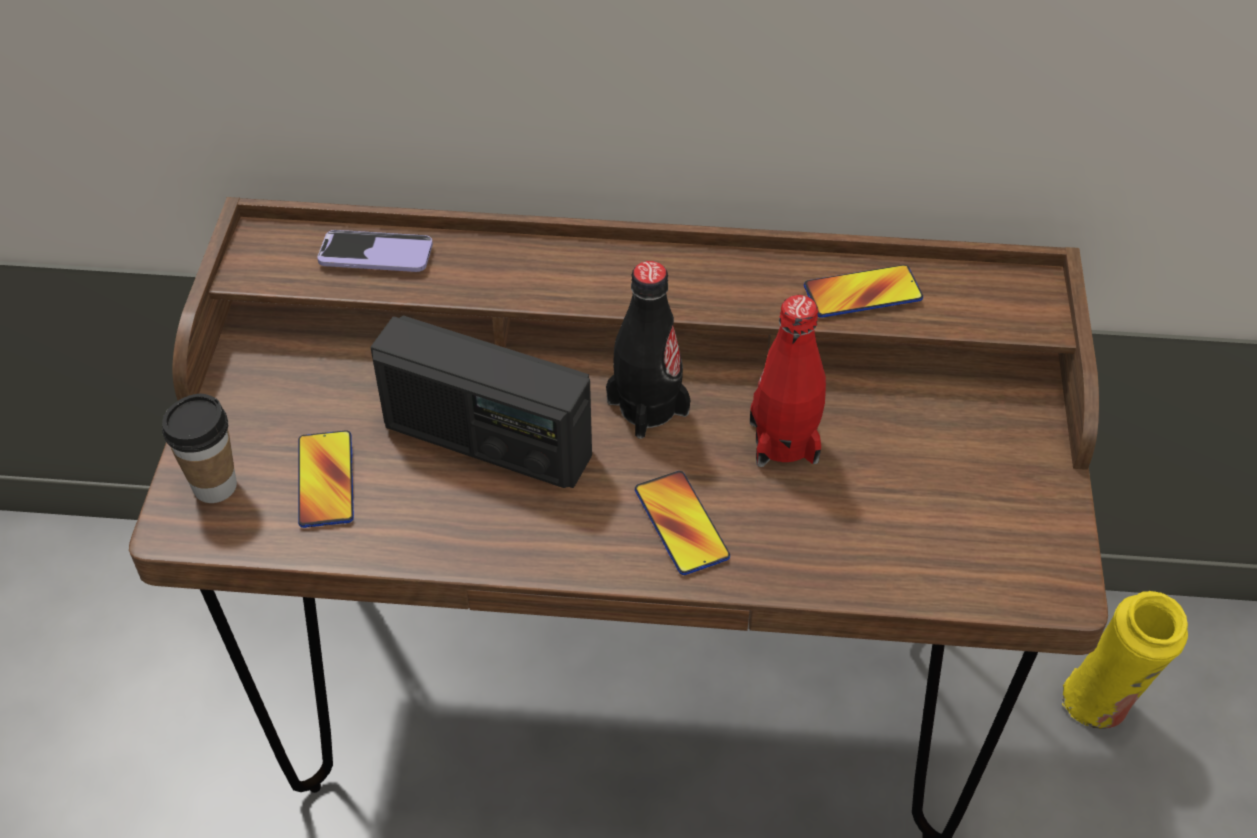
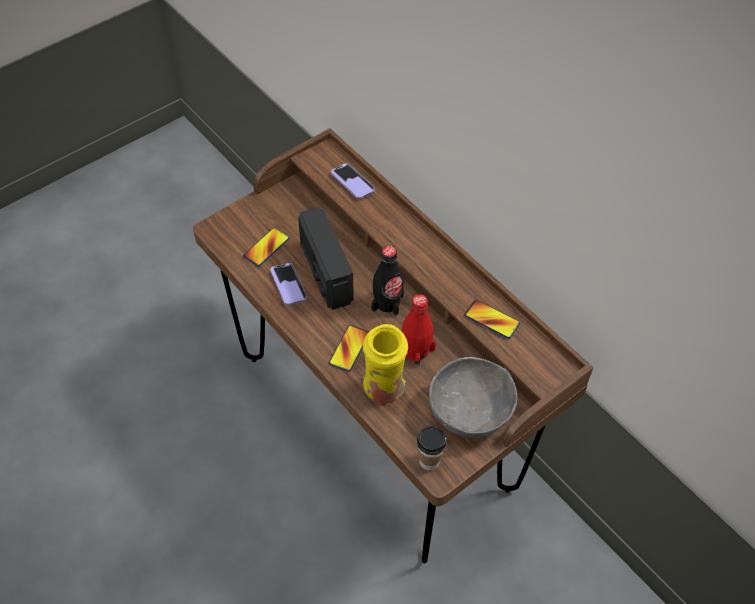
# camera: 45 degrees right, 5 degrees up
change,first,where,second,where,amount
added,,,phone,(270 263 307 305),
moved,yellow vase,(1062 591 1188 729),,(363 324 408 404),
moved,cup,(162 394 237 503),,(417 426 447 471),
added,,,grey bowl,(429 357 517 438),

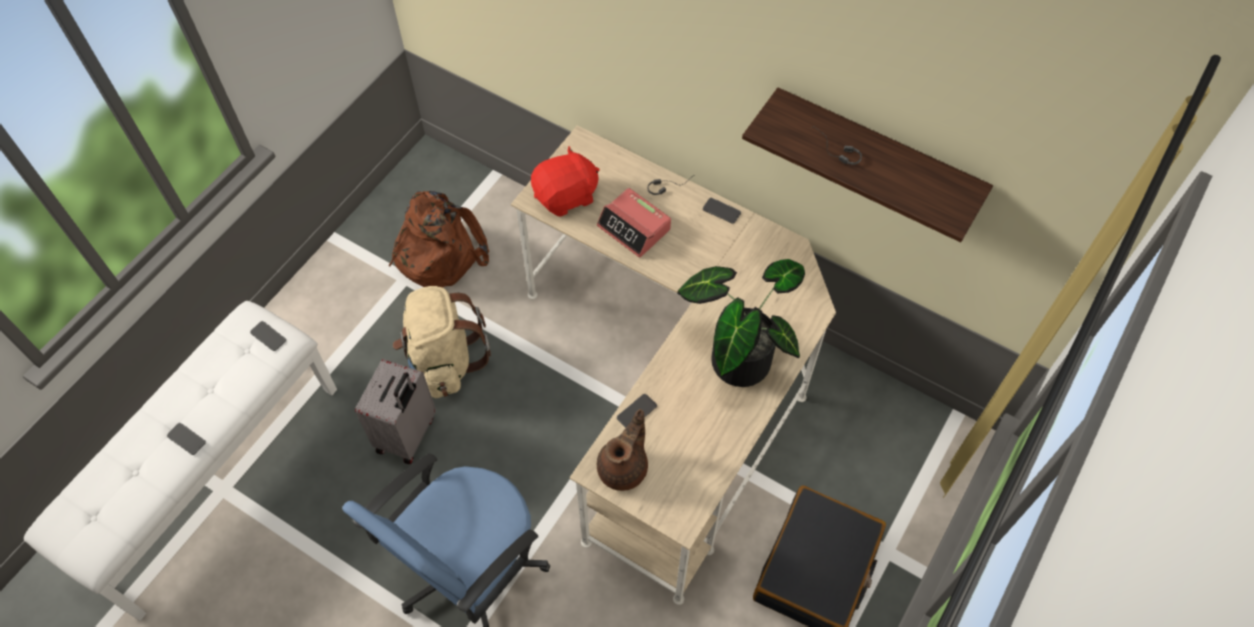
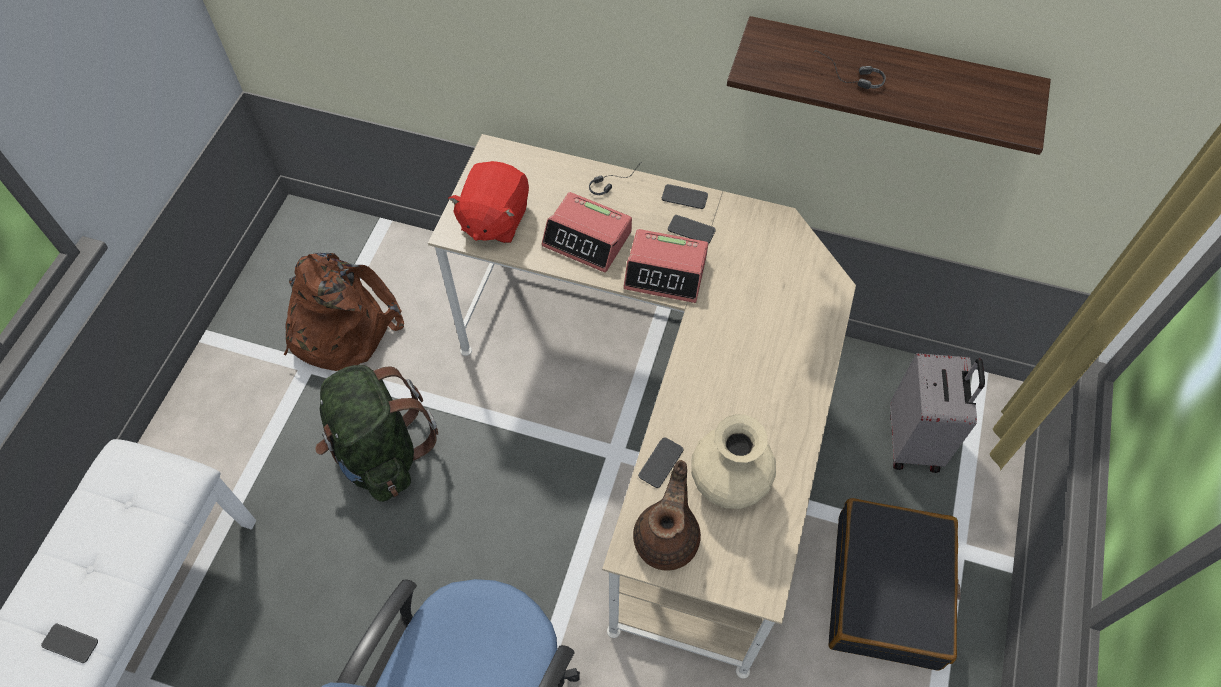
# camera: 15 degrees left, 0 degrees up
change,first,where,second,where,amount
recoloured,beige backpack,(393 286 491 398),green backpack,(315 365 438 502),
turned,red plush toy,(531 146 599 217),,(448 161 529 243),150 degrees clockwise
added,,,alarm clock,(623 229 708 303),
moved,phone,(250 321 286 351),,(668 215 716 244),
added,,,beige vase,(691 414 776 509),
moved,grey suitcase,(355 359 436 464),,(890 353 985 473),
removed,potted plant,(677 259 805 387),,,

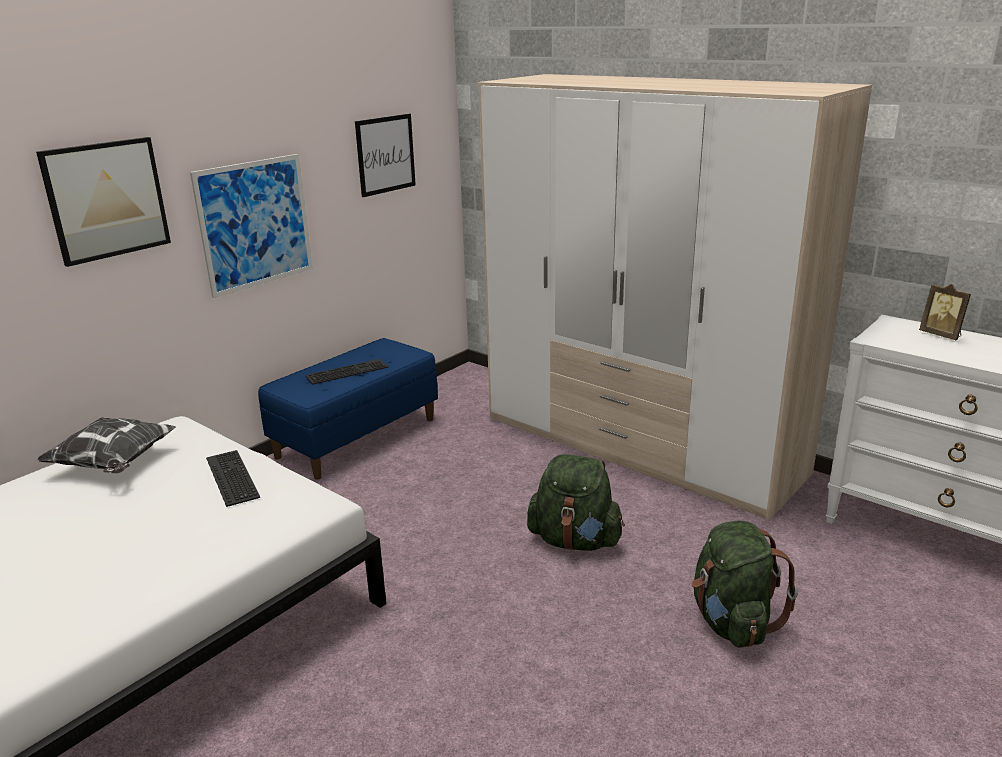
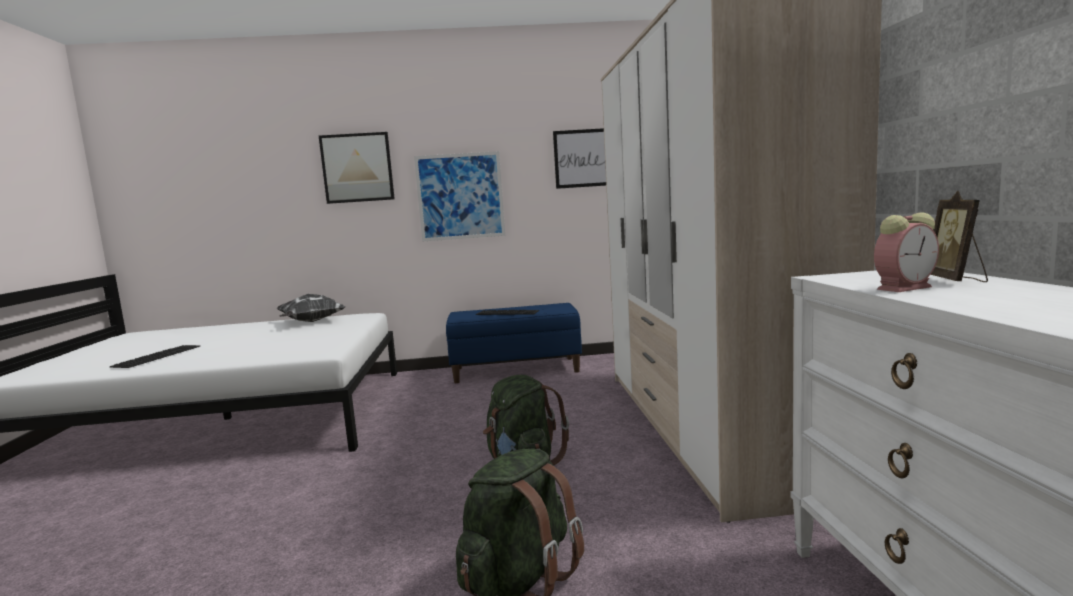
# camera: 45 degrees right, 15 degrees down
change,first,where,second,where,amount
moved,keyboard,(206 450 260 507),,(110 345 200 368),
added,,,alarm clock,(874 212 939 292),

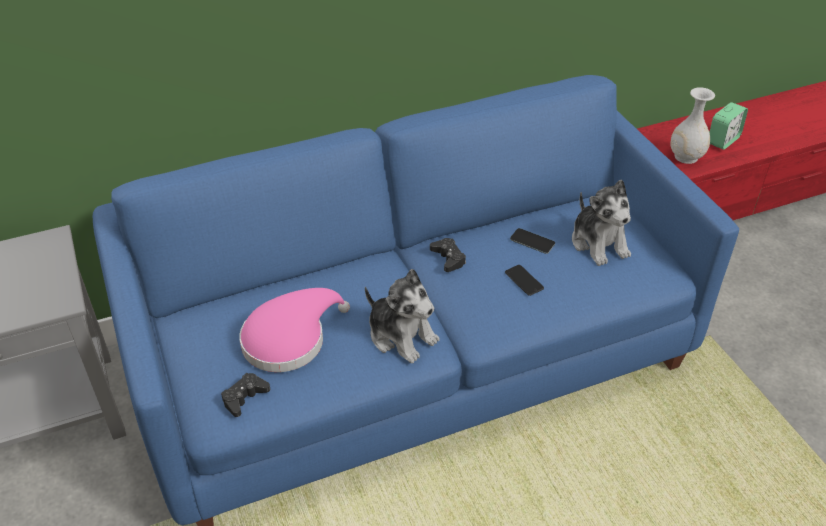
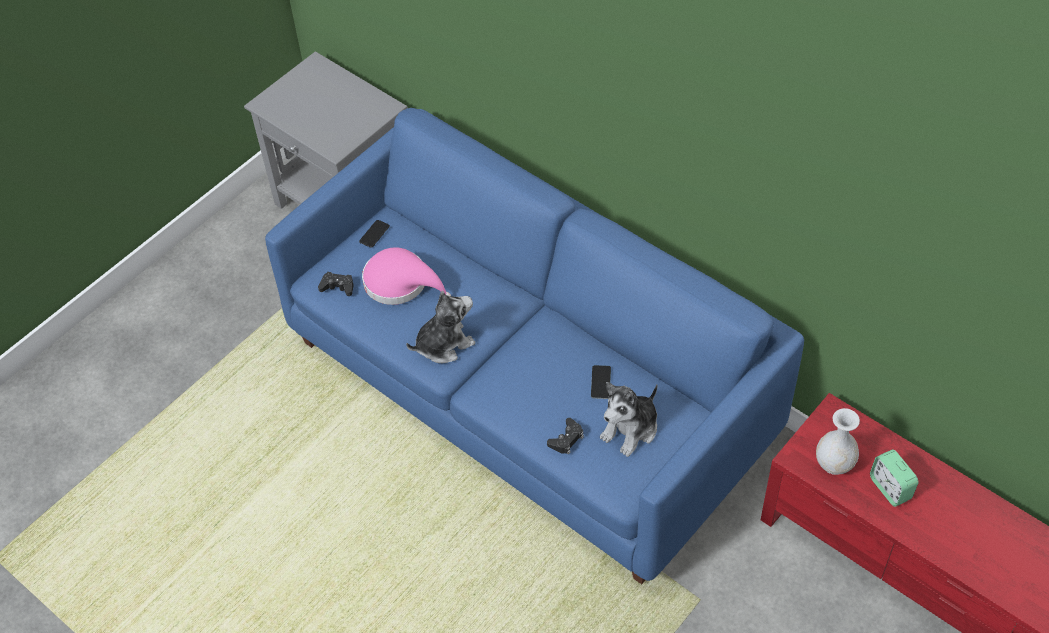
# camera: 65 degrees right, 10 degrees up
change,first,where,second,where,amount
moved,phone,(505 265 544 296),,(359 220 390 248),
turned,plush toy,(365 269 440 364),,(406 291 475 363),135 degrees counterclockwise
moved,black game controller,(430 238 466 272),,(547 418 584 454),
turned,alarm clock,(709 102 748 150),,(870 449 918 507),45 degrees clockwise

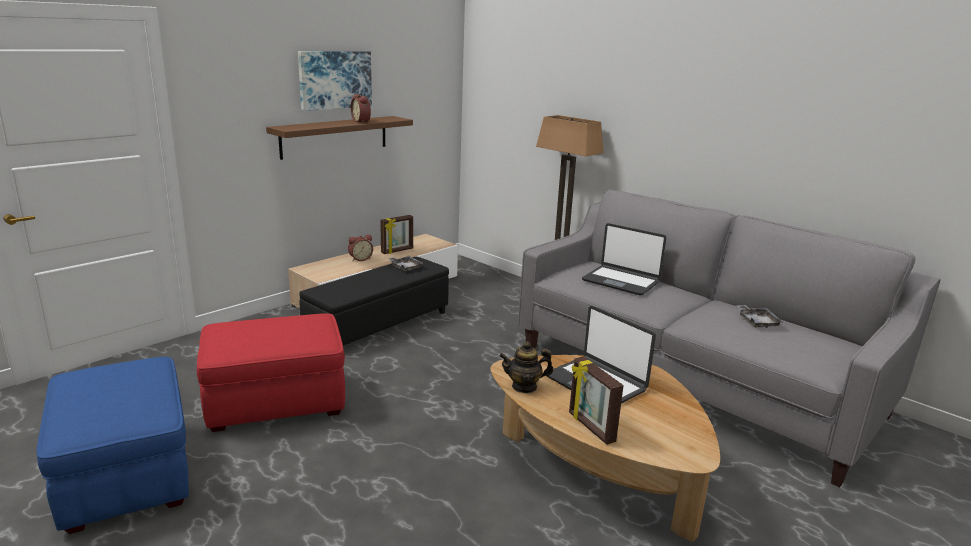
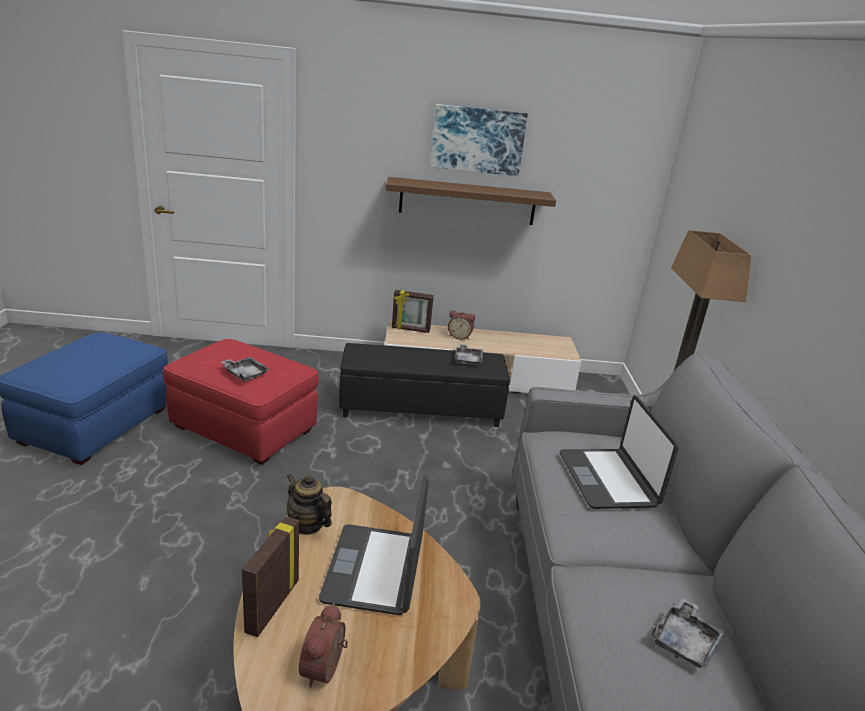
# camera: 45 degrees right, 5 degrees up
change,first,where,second,where,amount
added,,,grey tray,(222 357 269 382),
moved,alarm clock,(351 94 371 123),,(299 603 348 687),
moved,picture frame,(380 215 413 254),,(392 290 434 333),

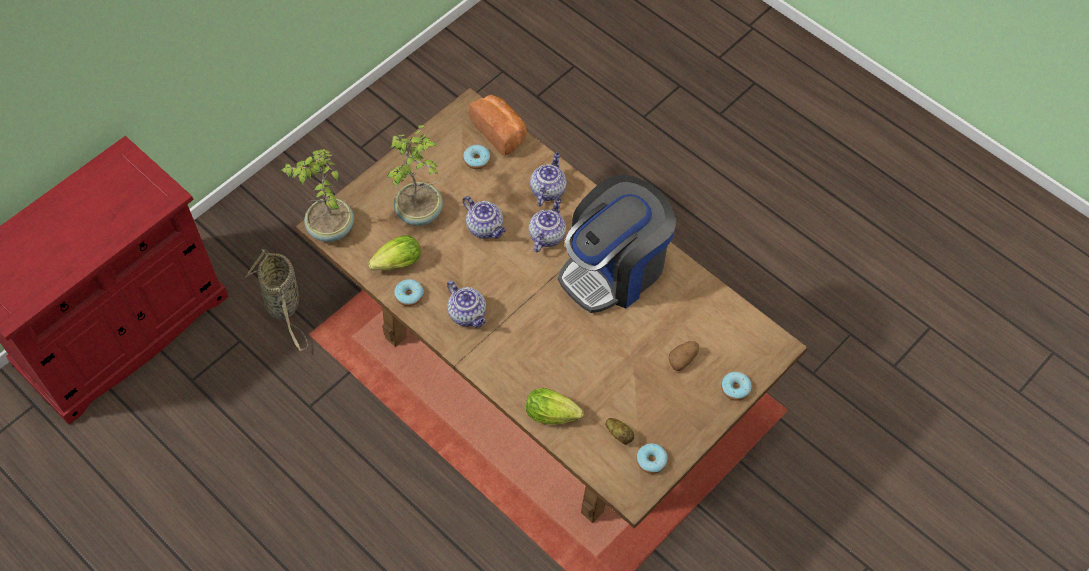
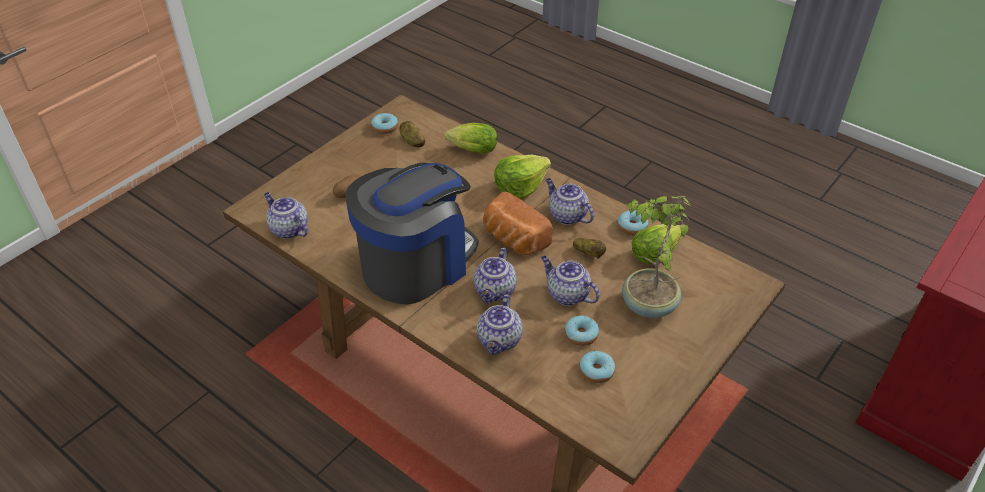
# camera: 175 degrees right, 15 degrees down
change,first,where,second,where,amount
added,,,teapot,(264 192 309 239),
moved,bread,(469 95 527 156),,(483 192 553 255),
added,,,lettuce,(494 155 551 199),
moved,donut,(721 372 752 401),,(564 315 599 346),
added,,,potato,(573 238 606 259),
removed,basket,(245 249 308 351),,,
removed,potted plant,(282 149 354 242),,,

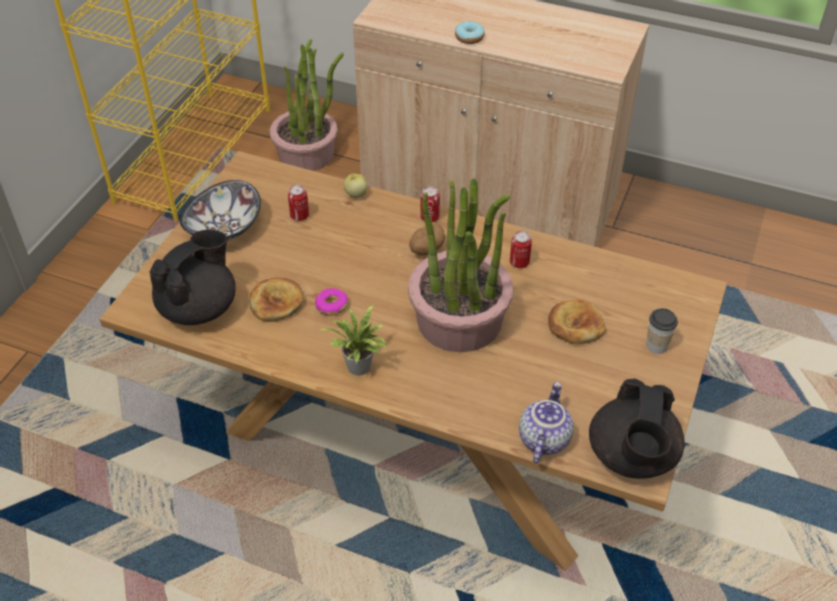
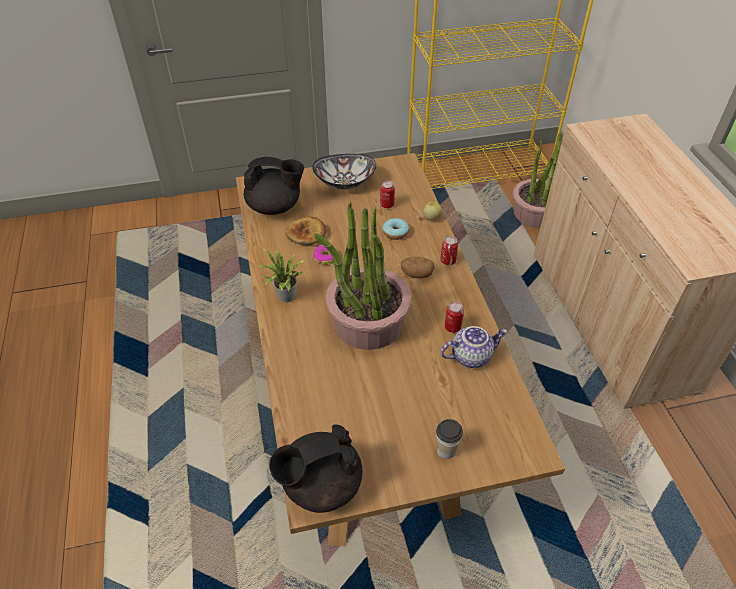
# camera: 55 degrees right, 0 degrees up
change,first,where,second,where,amount
moved,donut,(455 21 485 44),,(383 218 409 240),
moved,teapot,(519 382 574 463),,(441 326 507 368),
removed,bread,(548 300 606 344),,,

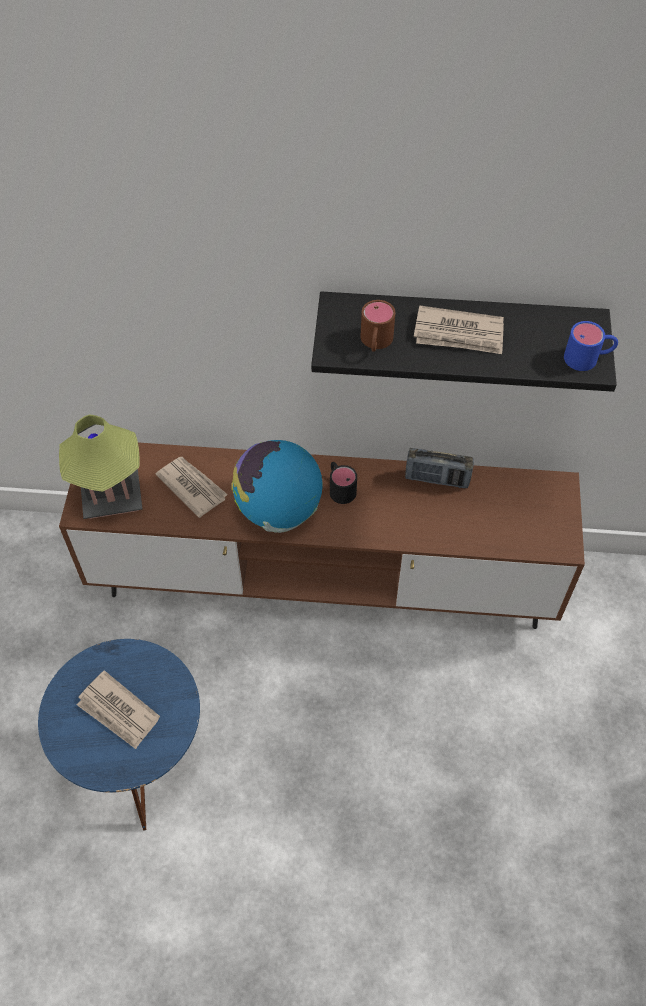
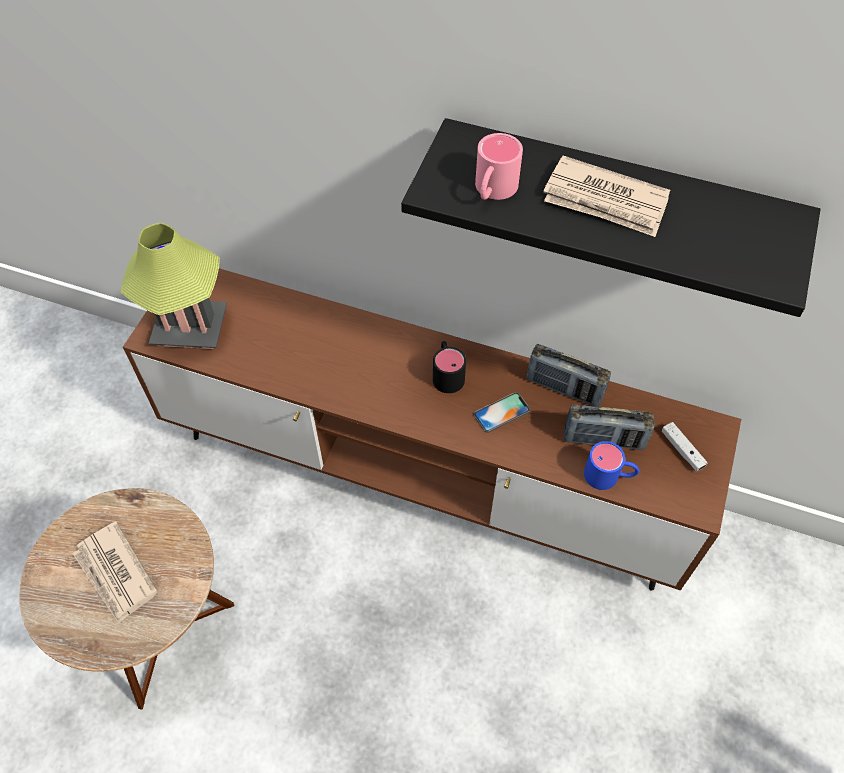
# camera: 15 degrees right, 0 degrees up
change,first,where,second,where,amount
recoloured,blue side table,(38 639 200 830),brown side table,(19 488 234 710),
added,,,phone,(474 392 530 433),
recoloured,brown mug,(361 300 395 352),pink mug,(475 133 523 200),
added,,,radio,(564 405 655 450),
moved,blue mug,(564 321 618 371),,(584 441 639 490),
added,,,white game controller,(662 422 708 471),
removed,newspaper,(156 457 228 518),,,
removed,globe,(231 440 323 533),,,

